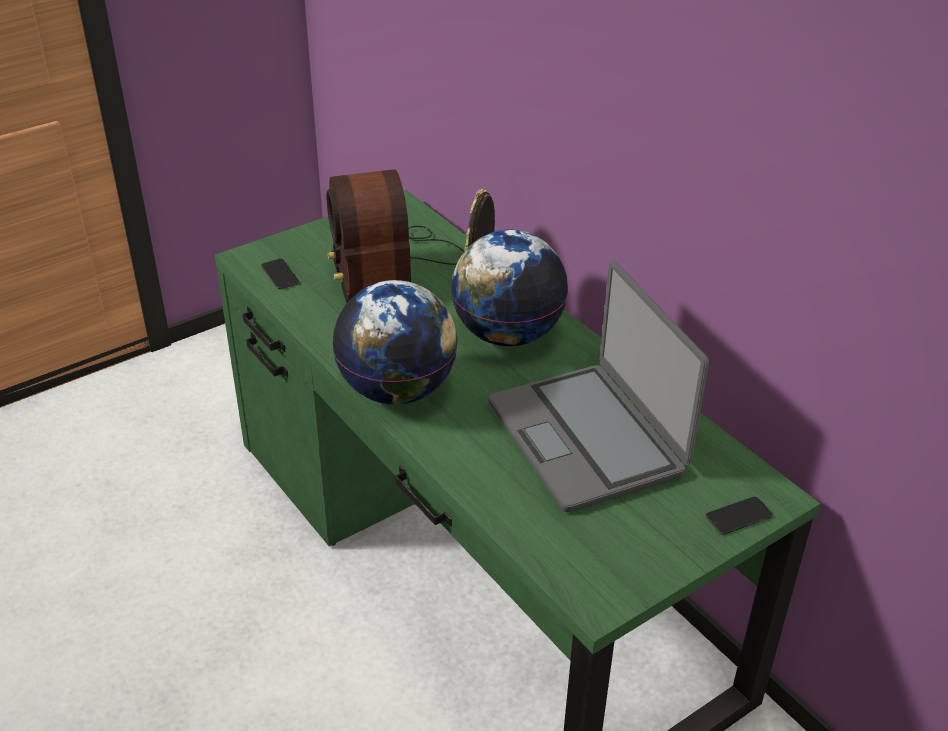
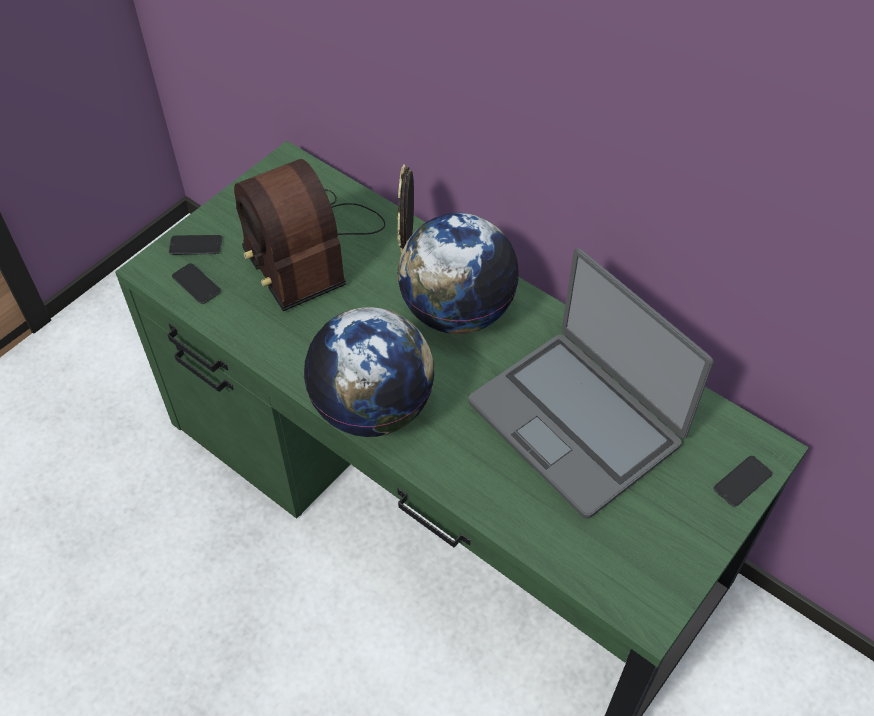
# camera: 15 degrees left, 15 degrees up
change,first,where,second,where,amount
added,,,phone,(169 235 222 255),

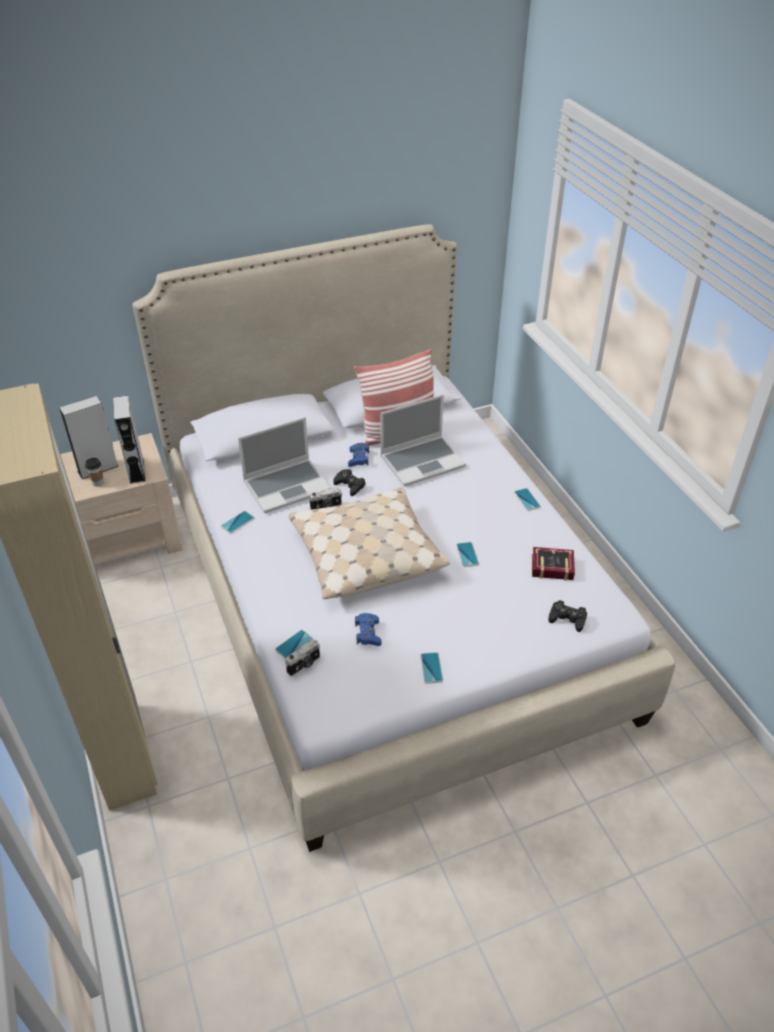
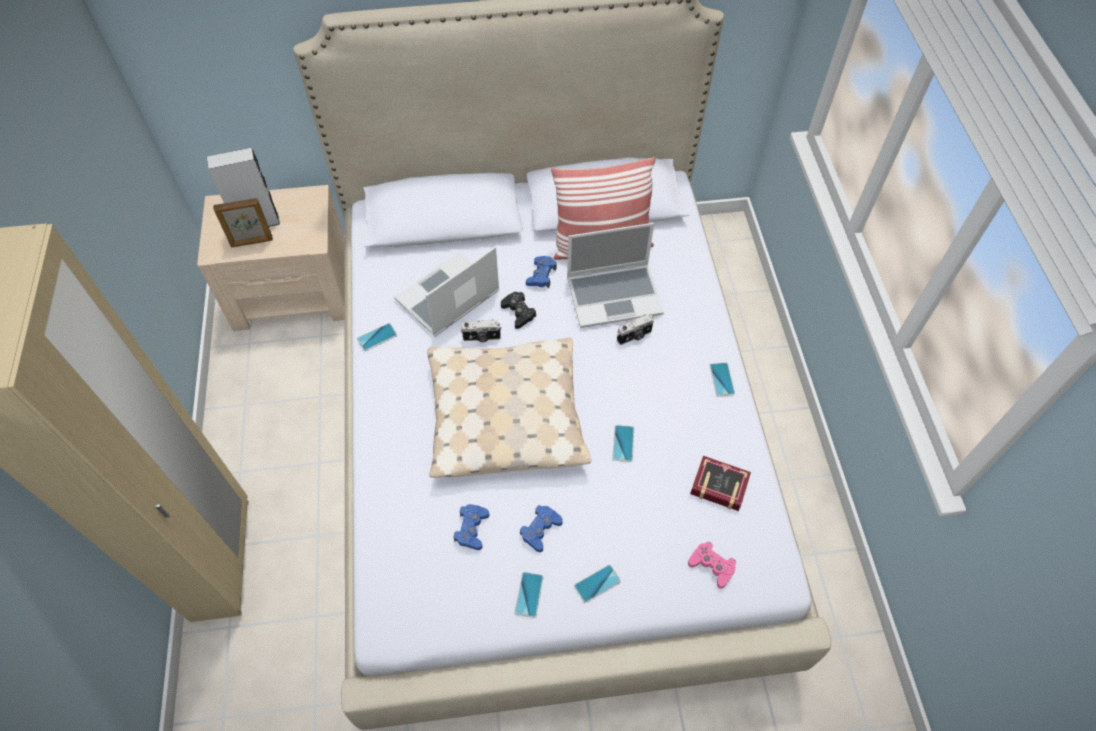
# camera: 15 degrees right, 15 degrees up
change,first,where,second,where,amount
replaced,cup,(85 458 104 486),picture frame,(213 198 273 247),
turned,laptop,(238 417 331 513),,(394 246 500 337),150 degrees clockwise
added,,,blue game controller,(520 505 562 552),
moved,phone,(275 630 313 658),,(574 565 621 603),
moved,photo camera,(285 639 320 676),,(617 314 654 345),
recoloured,black game controller,(548 600 587 632),pink game controller,(688 542 736 589),
removed,grey speaker,(113 396 145 484),,,

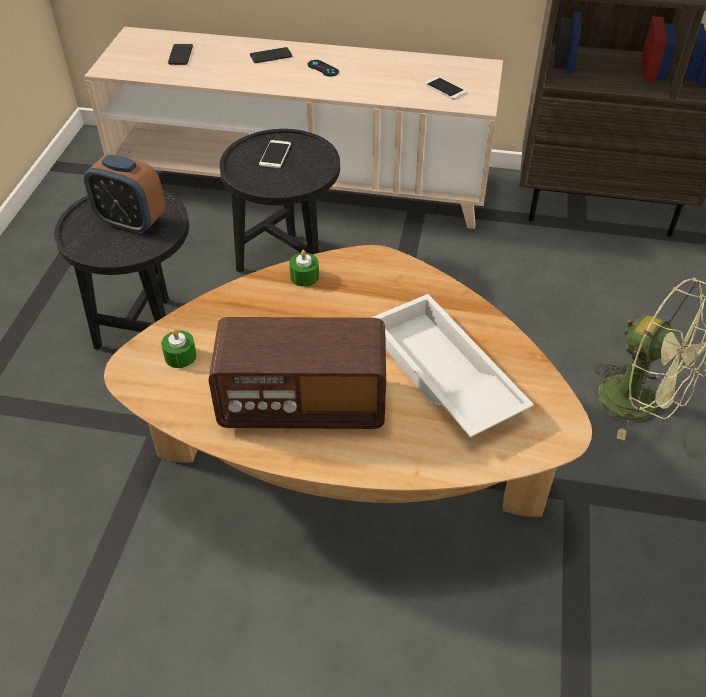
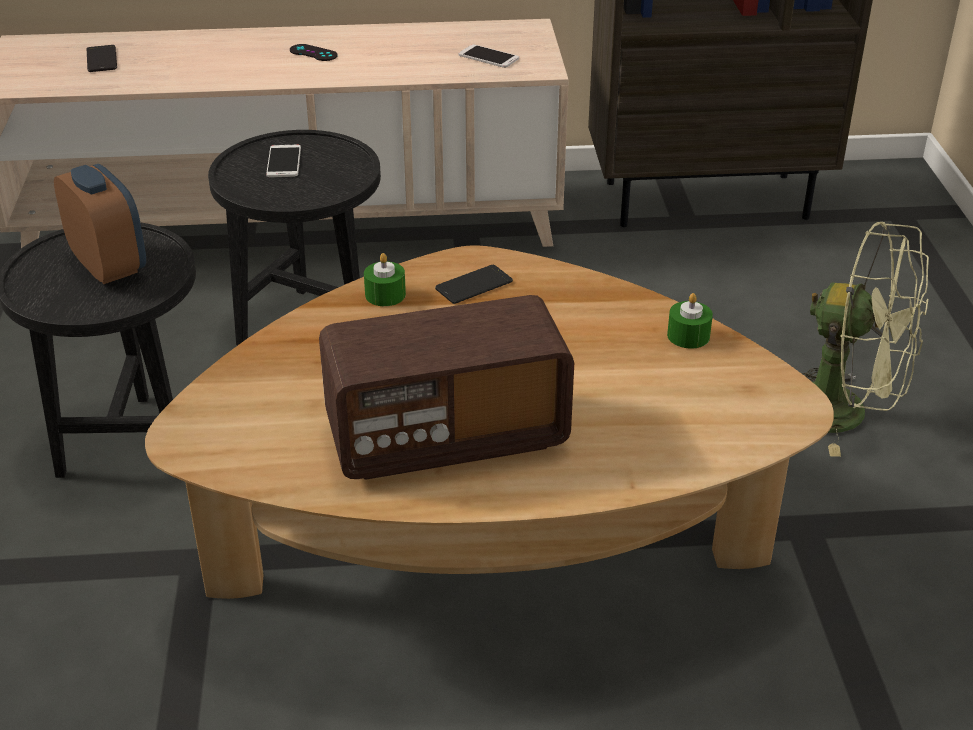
# camera: 15 degrees left, 10 degrees down
change,first,where,second,where,amount
turned,alarm clock,(84 154 165 234),,(54 164 146 284),135 degrees counterclockwise
moved,phone,(250 47 293 63),,(435 265 513 304),
moved,green candle,(161 329 197 368),,(667 293 713 348),
removed,white tray,(371 294 534 438),,,

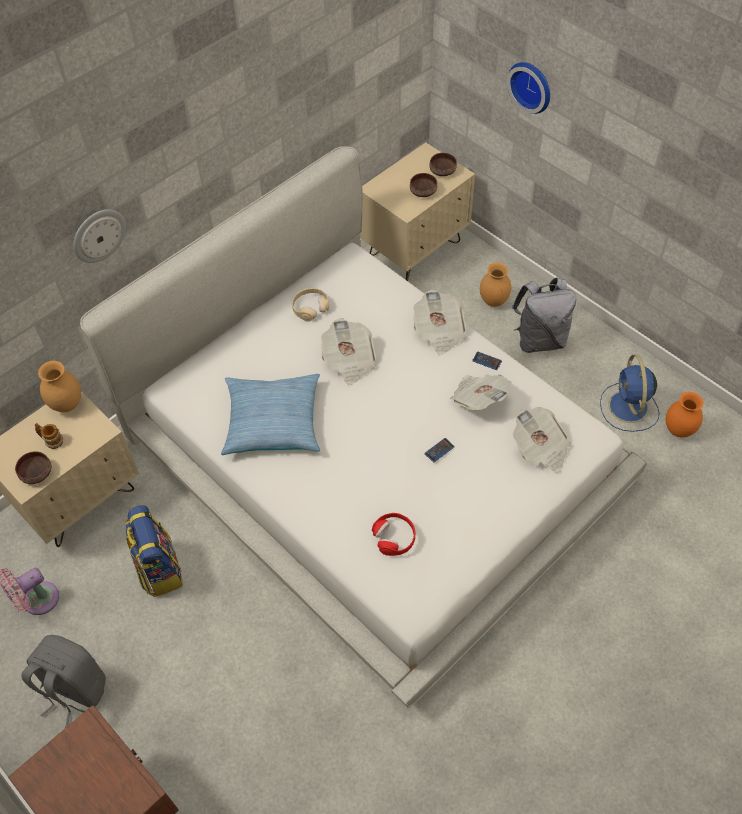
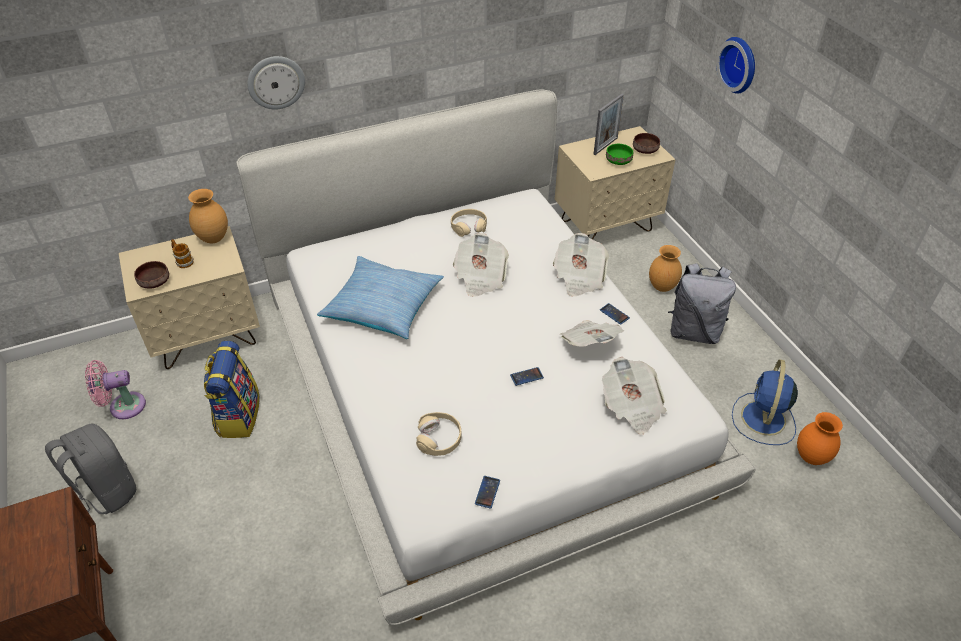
# camera: 20 degrees right, 10 degrees down
change,first,where,second,where,amount
recoloured,red headphones,(372 513 415 556),beige headphones,(416 412 462 456),
added,,,phone,(475 476 500 509),
added,,,picture frame,(593 94 624 155),
recoloured,brown bowl,(410 173 437 197),green bowl,(606 144 633 165),

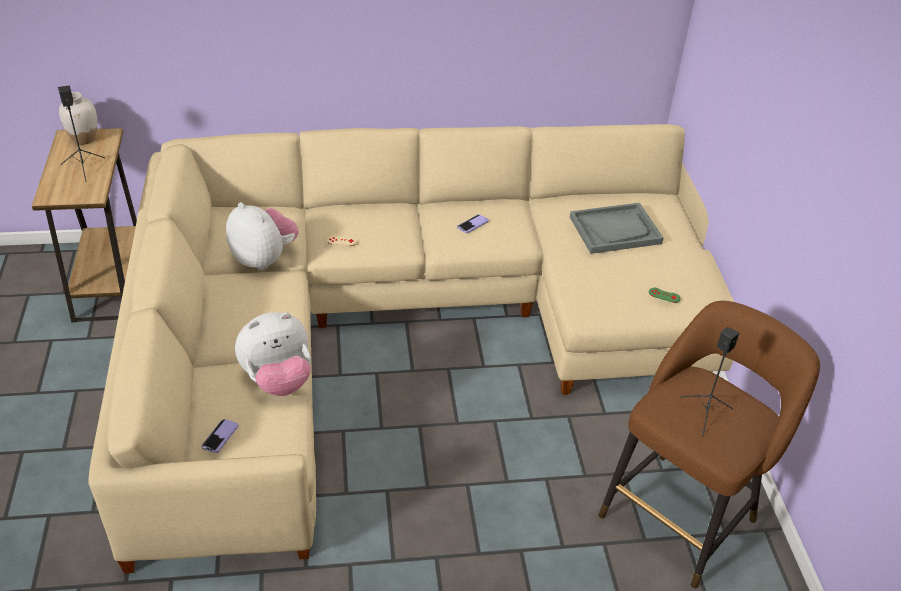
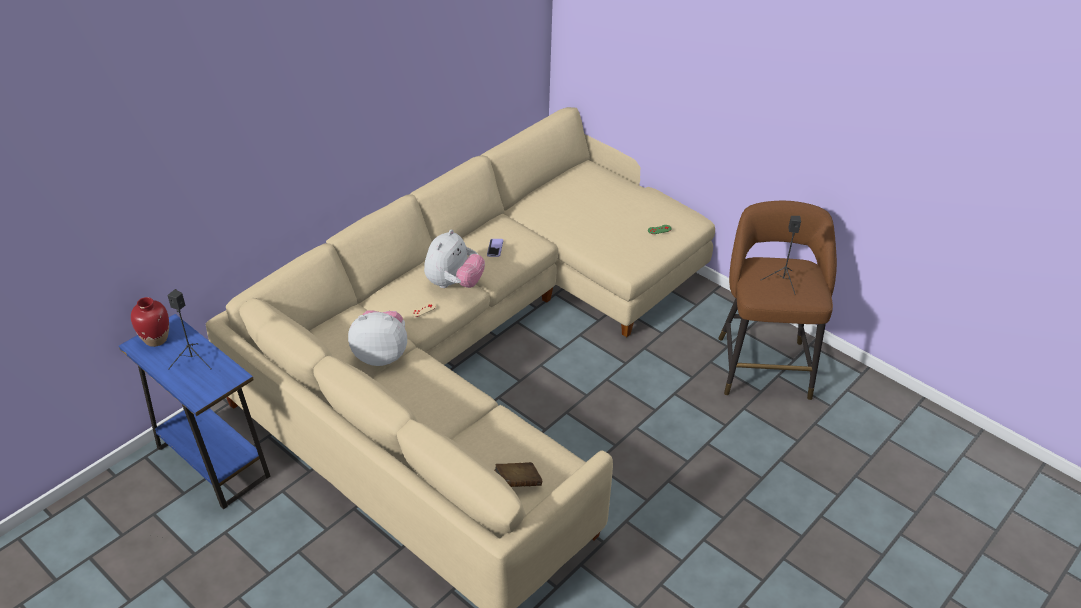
# camera: 40 degrees left, 0 degrees up
change,first,where,second,where,amount
recoloured,brown side table,(32 128 137 322),blue side table,(119 314 270 509),
recoloured,white vase,(59 92 97 145),red vase,(131 297 169 347),
moved,plush toy,(235 312 311 396),,(424 229 485 288),
replaced,phone,(201 419 239 453),brown book,(494 462 542 487),
removed,grey tray,(570 203 663 254),,,

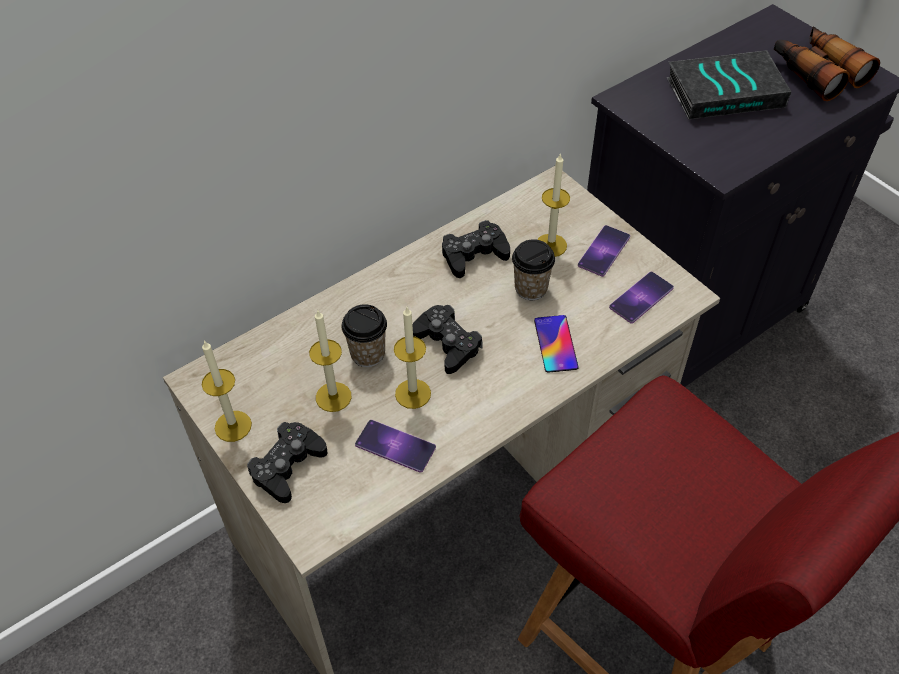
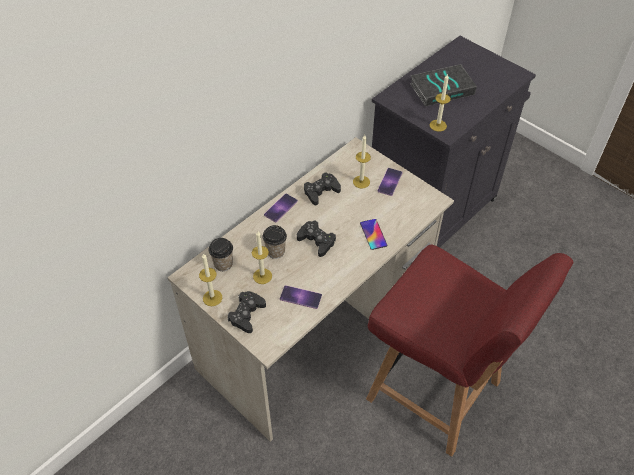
# camera: 10 degrees left, 0 degrees up
change,first,where,second,where,amount
moved,cup,(512 239 555 300),,(209 238 233 271),
moved,phone,(609 272 674 324),,(264 194 298 223),
moved,candle,(394 307 431 409),,(430 74 451 132),
removed,binoculars,(774 26 880 101),,,

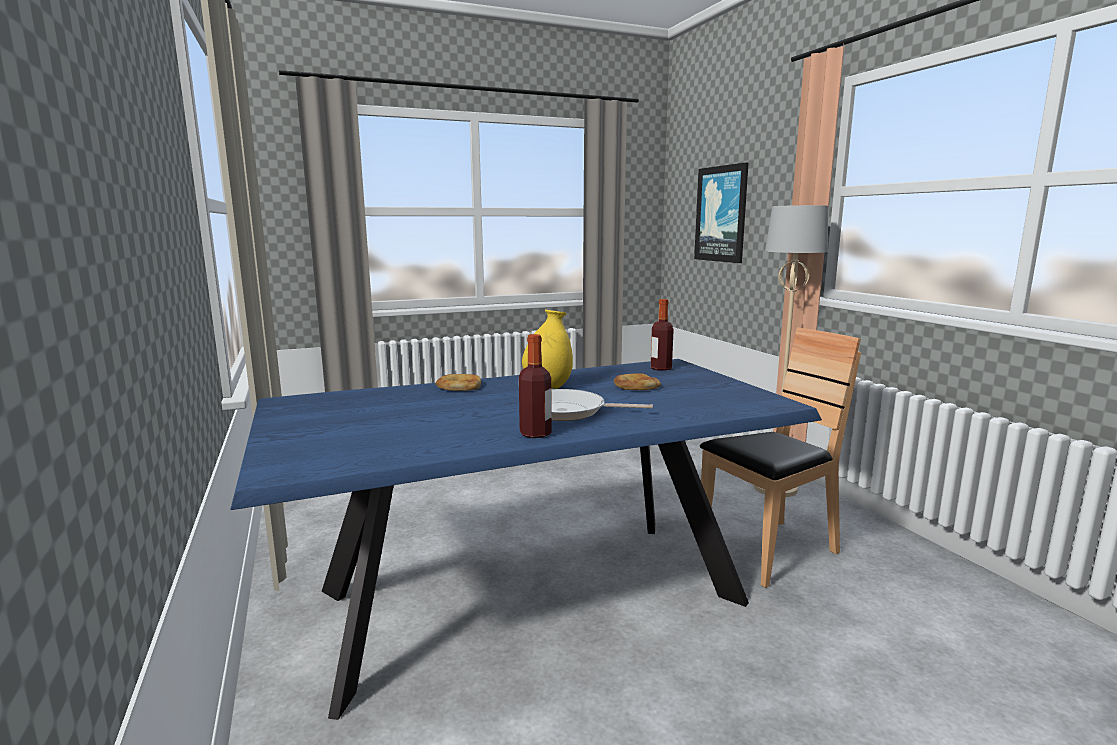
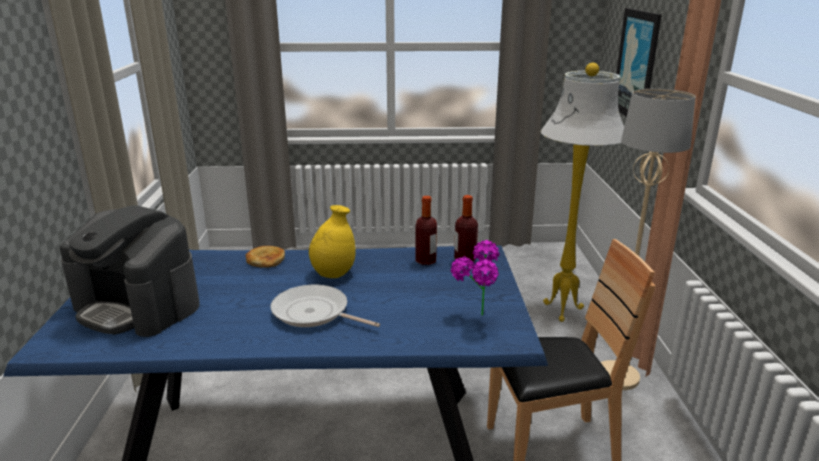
# camera: 20 degrees right, 10 degrees up
change,first,where,second,where,amount
added,,,coffee machine,(60 205 199 337),
moved,bottle,(519 334 552 438),,(415 196 437 265),
added,,,potted plant,(451 240 499 316),
added,,,white floor lamp,(541 63 624 322),
removed,bread,(614 373 661 390),,,

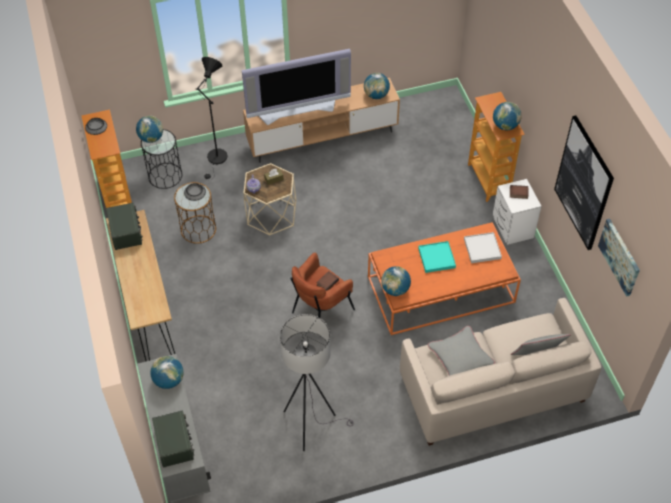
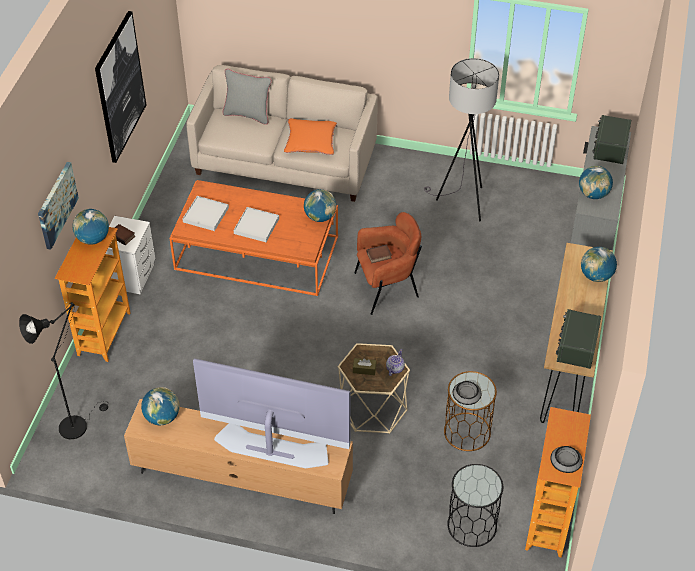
# camera: 150 degrees left, 5 degrees down
change,first,where,second,where,amount
moved,black floor lamp,(196 57 227 180),,(19 302 109 440),
moved,picture,(598 219 640 297),,(38 162 79 250),
recoloured,turquoise tray,(418 241 456 273),white tray,(234 207 279 242),
recoloured,grey pillow,(428 326 495 376),orange pillow,(284 118 337 155),
moved,globe,(136 116 163 143),,(581 247 617 282),

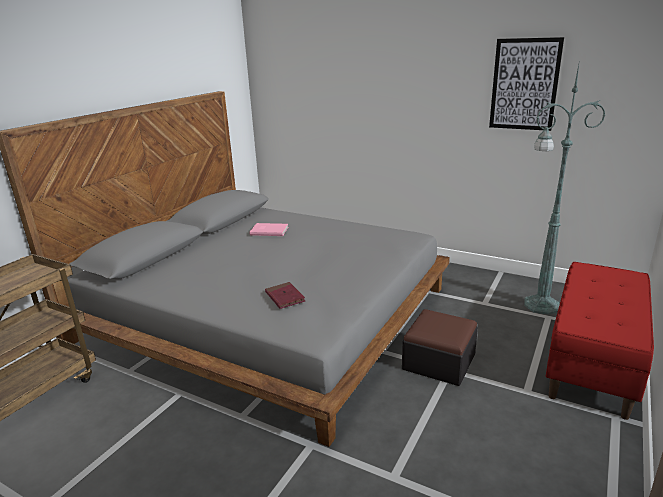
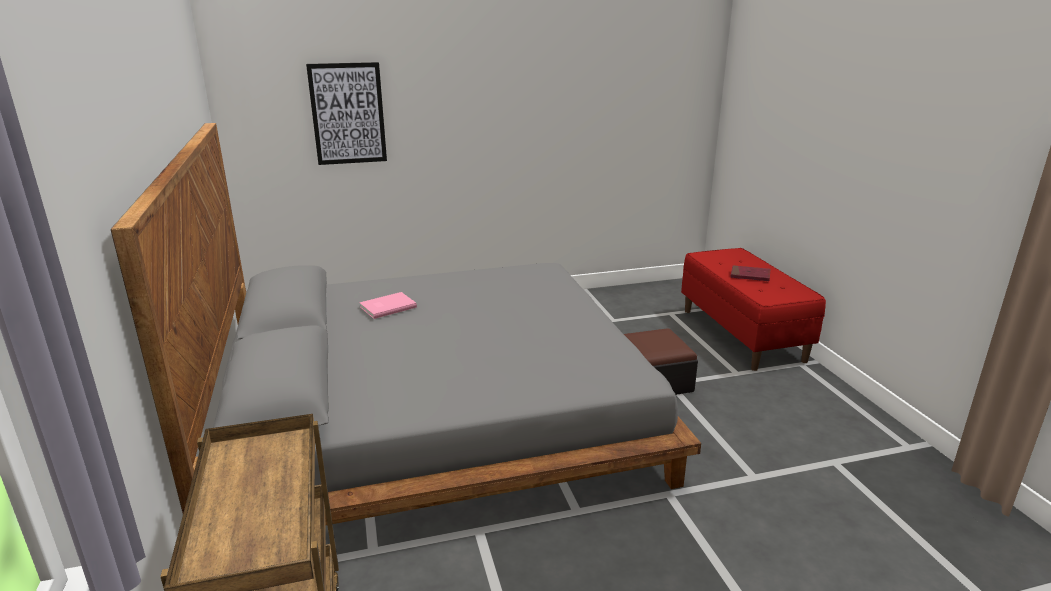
# camera: 45 degrees left, 0 degrees up
change,first,where,second,where,amount
moved,picture,(489 37 564 131),,(306 62 387 165),
moved,red book,(265 282 305 309),,(730 265 770 281),
removed,green floor lamp,(524 65 606 315),,,

